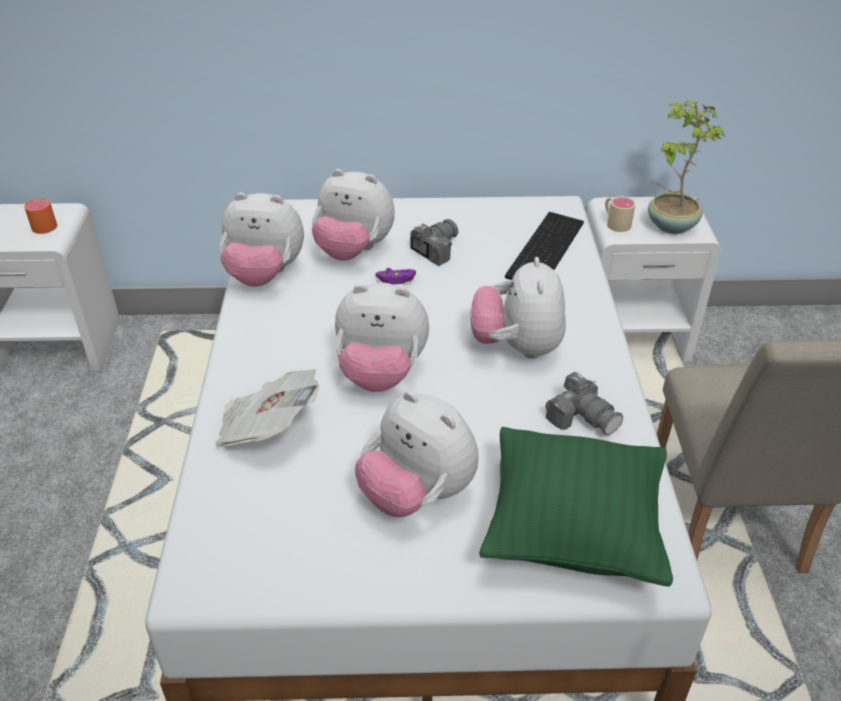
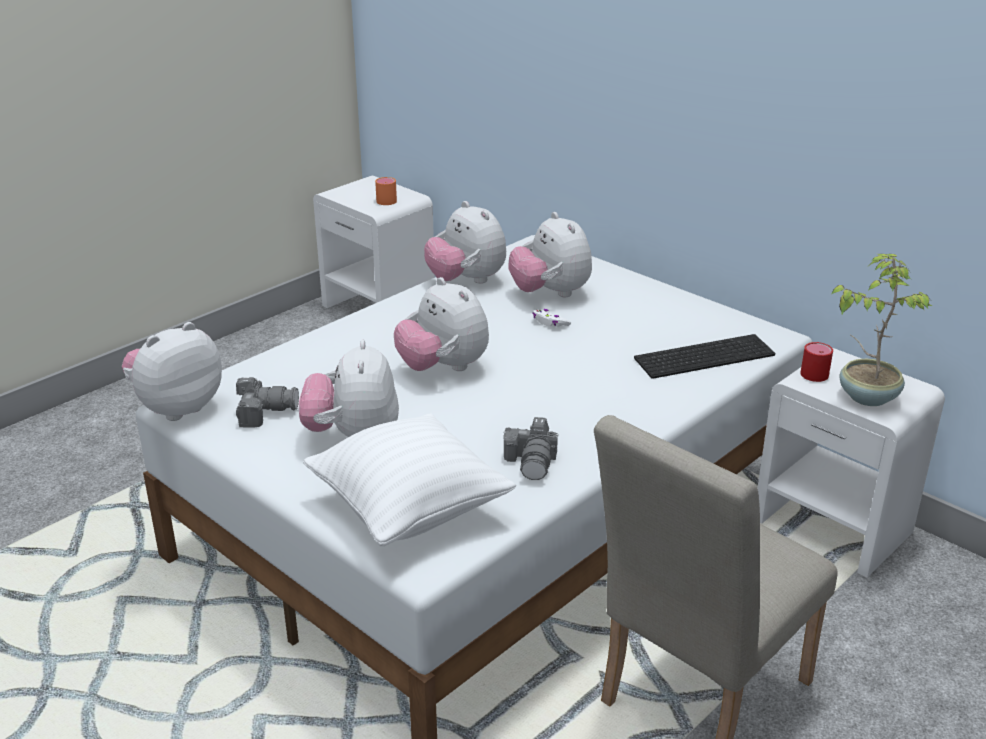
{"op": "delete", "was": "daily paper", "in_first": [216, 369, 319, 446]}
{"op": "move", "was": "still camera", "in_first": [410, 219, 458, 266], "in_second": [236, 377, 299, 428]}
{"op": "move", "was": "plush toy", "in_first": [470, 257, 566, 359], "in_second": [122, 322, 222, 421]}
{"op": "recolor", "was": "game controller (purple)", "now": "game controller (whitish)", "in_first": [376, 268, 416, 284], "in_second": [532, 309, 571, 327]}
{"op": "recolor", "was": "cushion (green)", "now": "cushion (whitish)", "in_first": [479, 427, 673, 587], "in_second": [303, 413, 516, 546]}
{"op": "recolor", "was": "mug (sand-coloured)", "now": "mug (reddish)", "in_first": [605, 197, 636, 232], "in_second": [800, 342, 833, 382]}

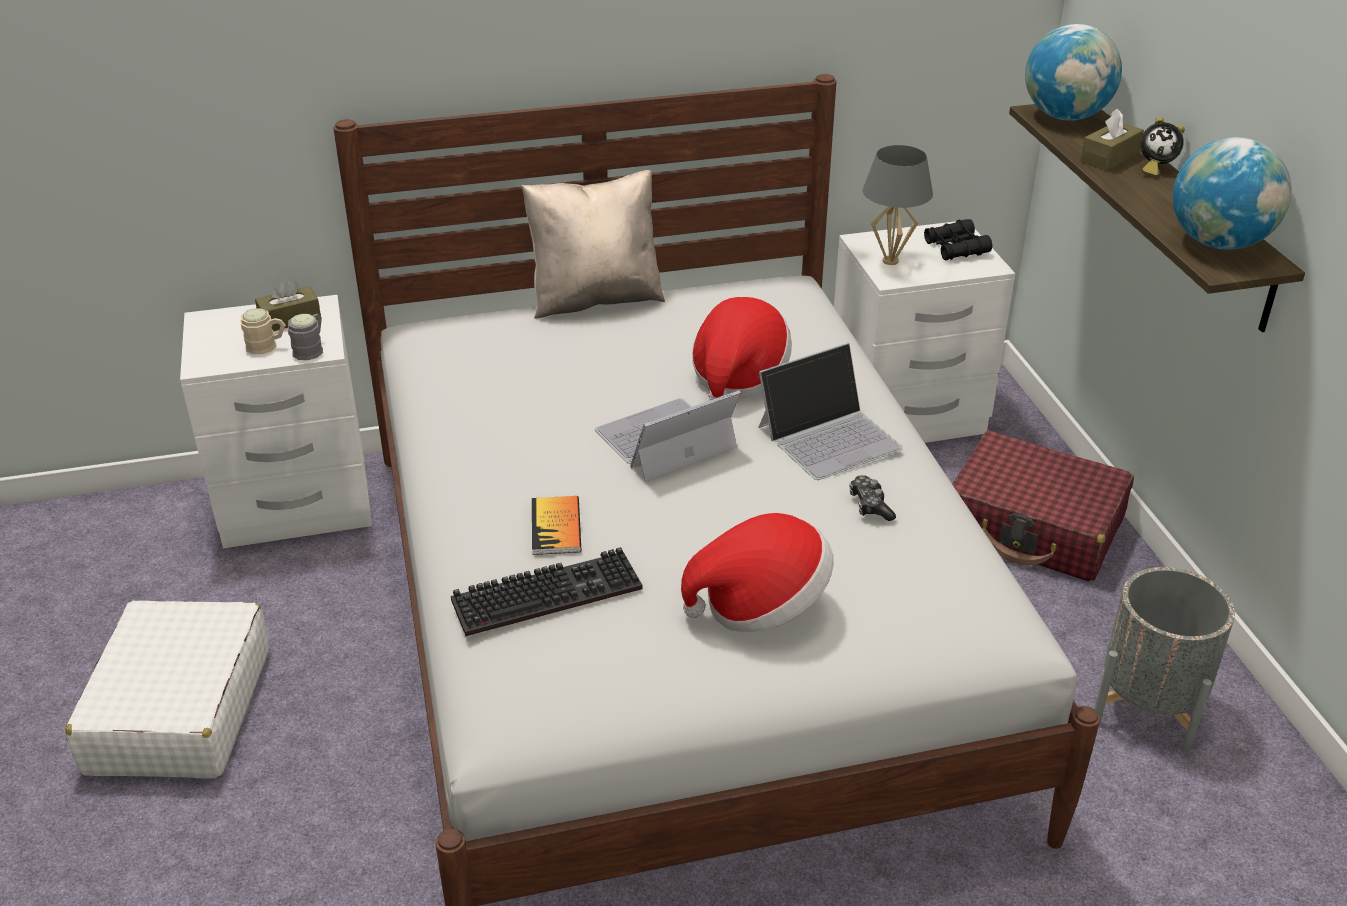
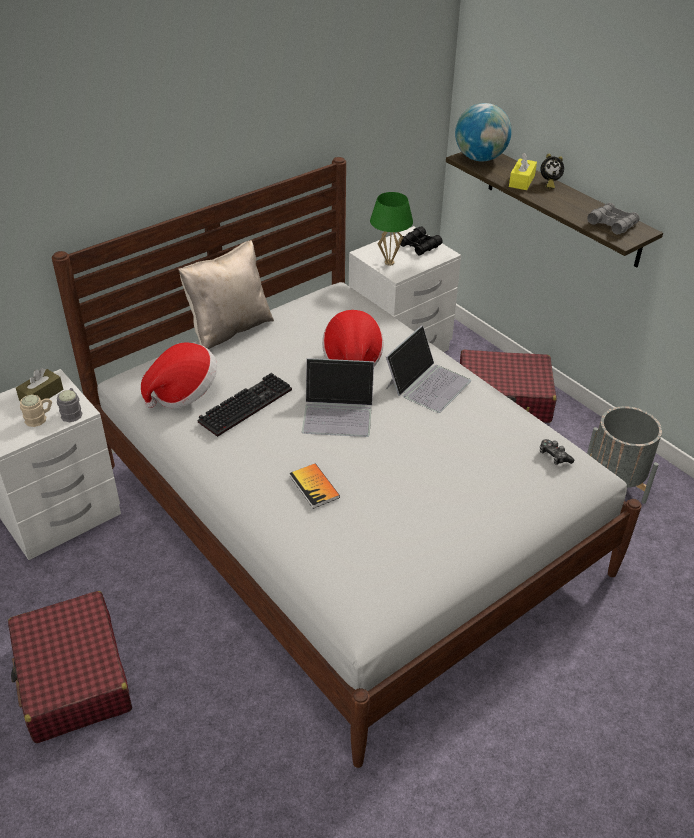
{"op": "move", "was": "keyboard", "in_first": [451, 547, 642, 636], "in_second": [198, 373, 292, 437]}
{"op": "move", "was": "wearable hat", "in_first": [681, 513, 834, 632], "in_second": [141, 342, 217, 409]}
{"op": "move", "was": "game controller", "in_first": [849, 475, 896, 521], "in_second": [540, 439, 574, 465]}
{"op": "replace", "was": "world globe", "now": "binoculars (greyish)", "in_first": [1173, 137, 1292, 250], "in_second": [587, 203, 640, 234]}
{"op": "recolor", "was": "travel case (whitish)", "now": "travel case (reddish)", "in_first": [65, 601, 269, 778], "in_second": [8, 591, 132, 743]}
{"op": "recolor", "was": "lamp for a table (greyish)", "now": "lamp for a table (green)", "in_first": [863, 145, 933, 265], "in_second": [370, 192, 413, 266]}
{"op": "recolor", "was": "tissue holder (brown-coloured)", "now": "tissue holder (yellow)", "in_first": [1080, 108, 1144, 171], "in_second": [509, 152, 537, 190]}
{"op": "rotate", "was": "notebook computer", "in_first": [595, 390, 741, 482], "in_second": [302, 358, 374, 437], "clockwise": -120}

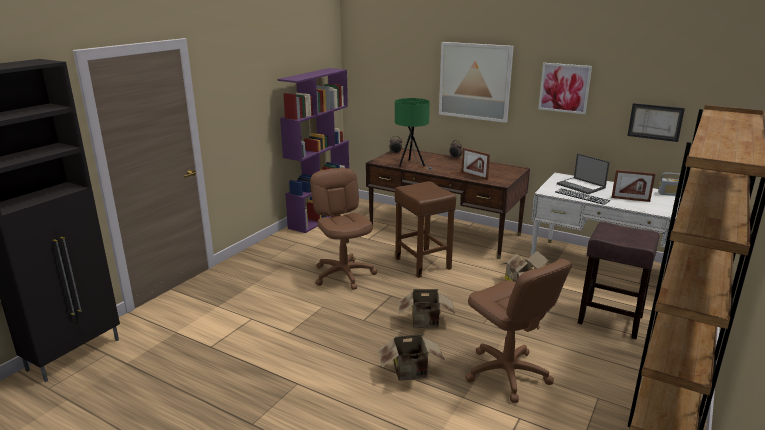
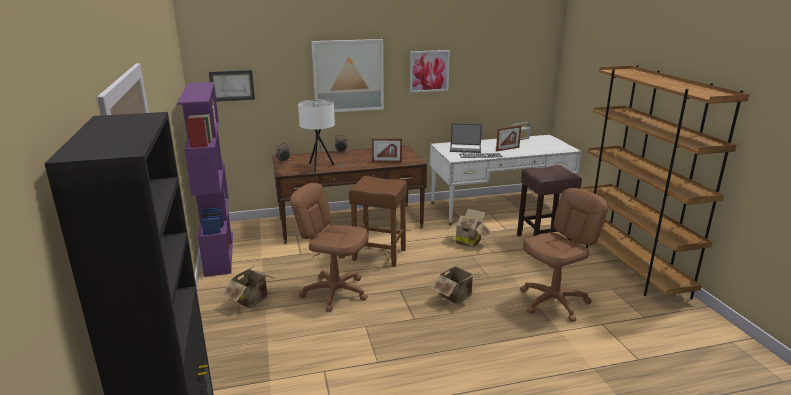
{"op": "move", "was": "carton", "in_first": [378, 334, 445, 381], "in_second": [222, 265, 276, 308]}
{"op": "move", "was": "wall art", "in_first": [627, 103, 685, 142], "in_second": [209, 70, 255, 102]}
{"op": "recolor", "was": "lamp for a table (green)", "now": "lamp for a table (whitish)", "in_first": [395, 98, 433, 170], "in_second": [298, 100, 345, 172]}
{"op": "rotate", "was": "computer chair (brown-coloured)", "in_first": [465, 259, 572, 403], "in_second": [520, 188, 609, 322], "clockwise": -45}

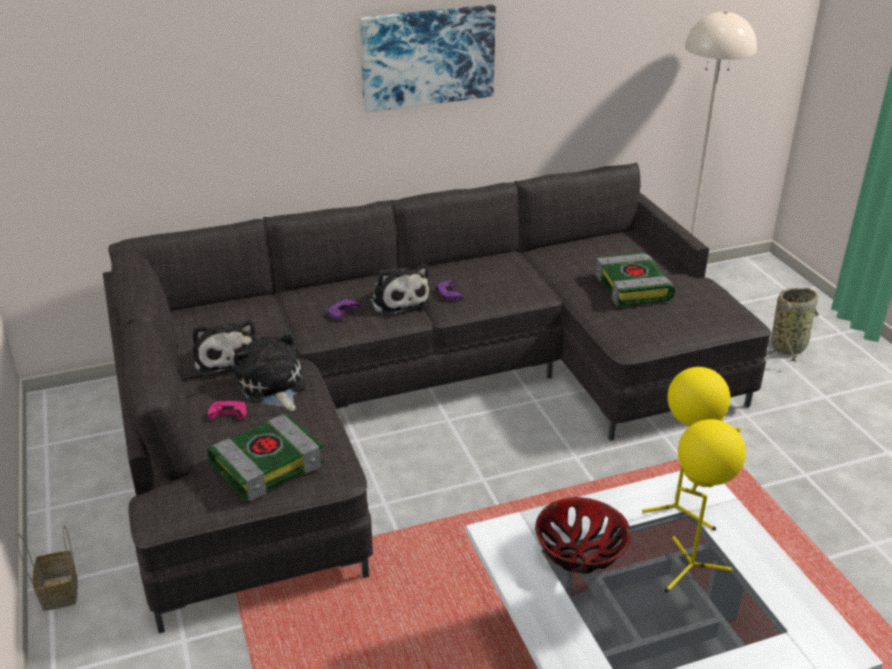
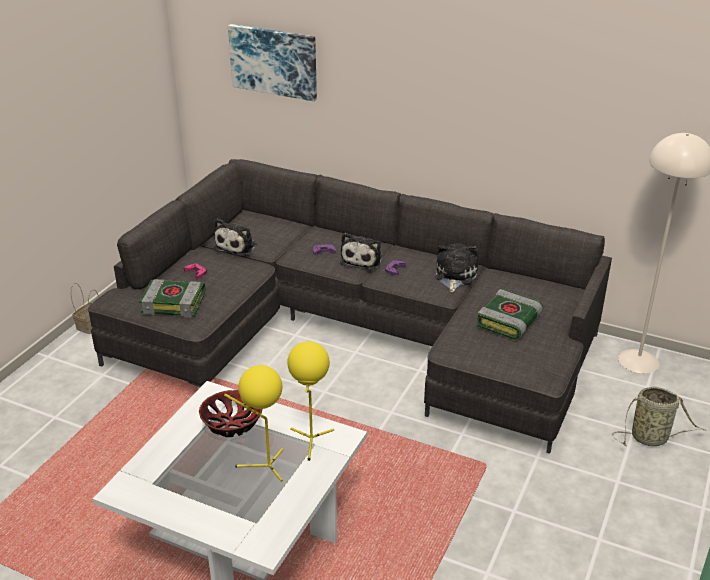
{"op": "move", "was": "plush toy", "in_first": [234, 331, 306, 411], "in_second": [436, 243, 478, 292]}
{"op": "move", "was": "wall art", "in_first": [359, 5, 496, 112], "in_second": [228, 24, 317, 101]}

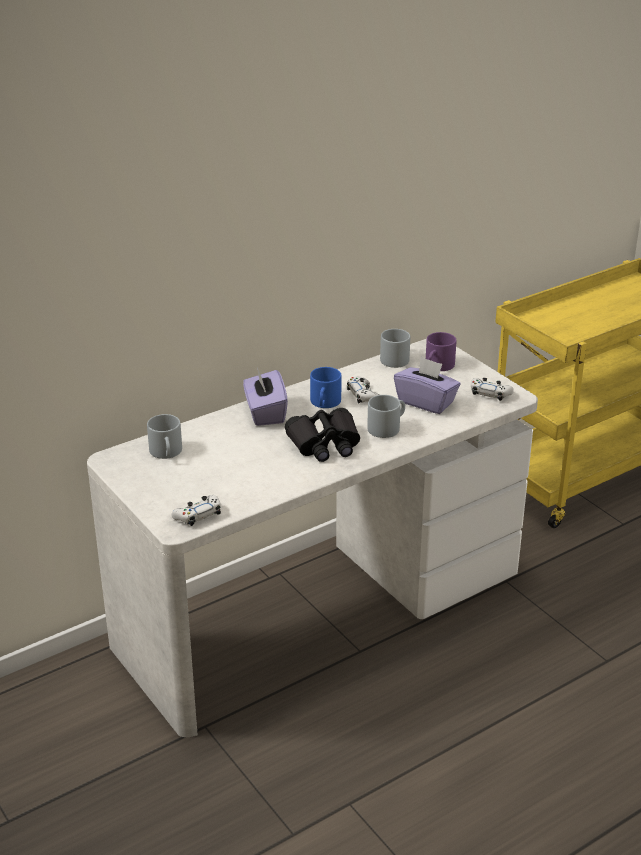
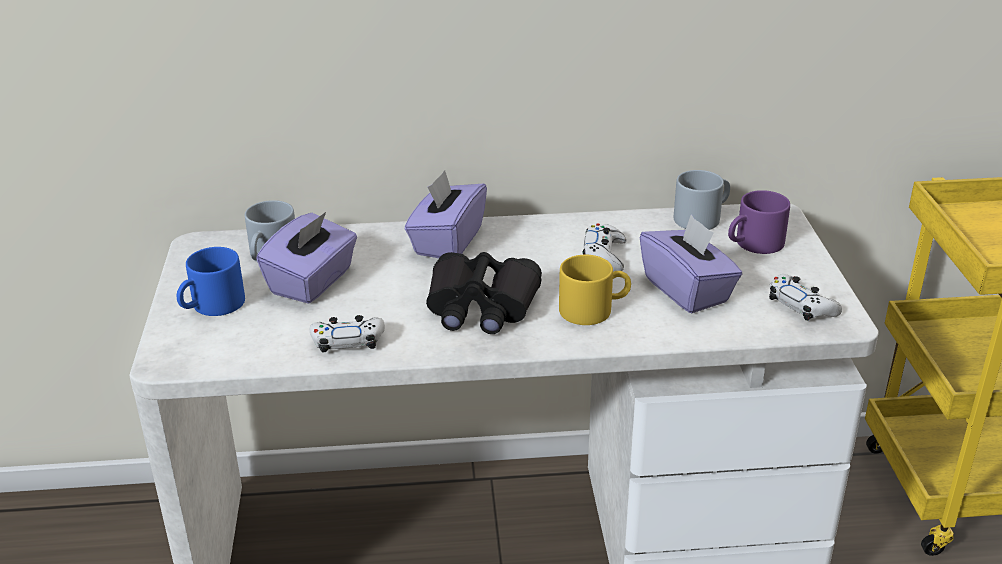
{"op": "insert", "now": "tissue holder (purple)", "in_second": [256, 212, 357, 304]}
{"op": "move", "was": "game controller (whitish)", "in_first": [171, 495, 221, 526], "in_second": [310, 315, 385, 353]}
{"op": "move", "was": "mug (blue)", "in_first": [310, 367, 342, 408], "in_second": [177, 247, 245, 316]}
{"op": "recolor", "was": "mug (greyish)", "now": "mug (yellow)", "in_first": [367, 395, 405, 438], "in_second": [559, 255, 631, 325]}

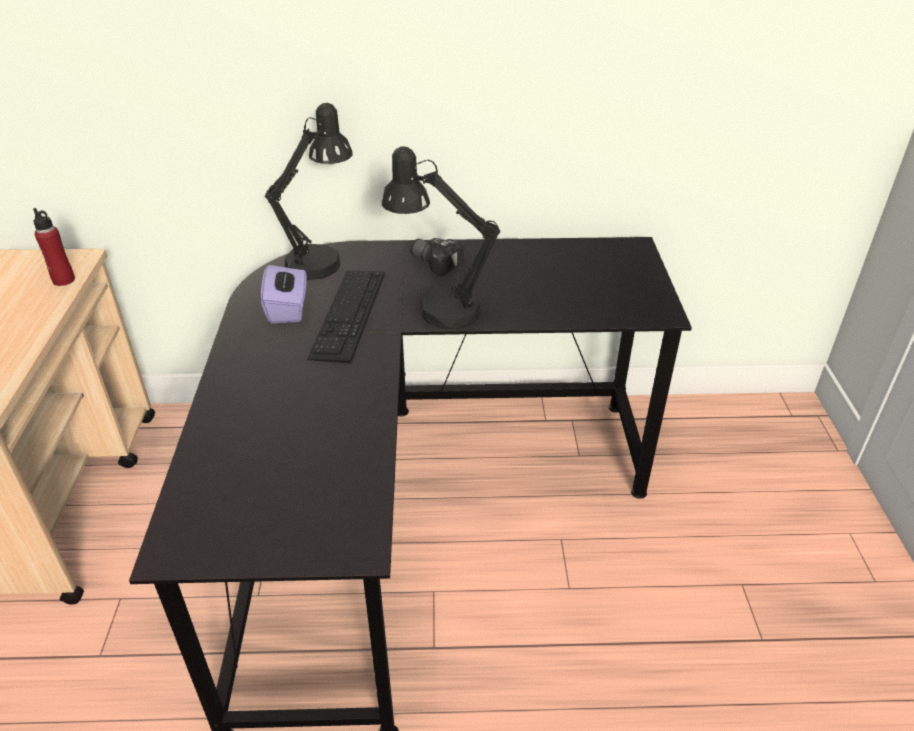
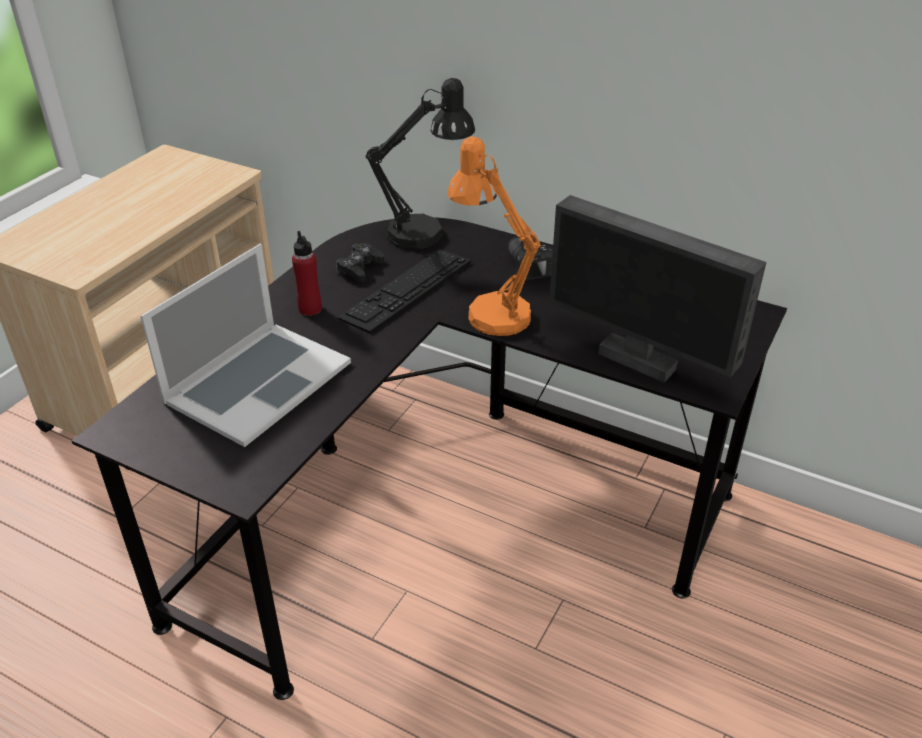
{"op": "insert", "now": "notebook computer", "in_second": [141, 244, 351, 447]}
{"op": "insert", "now": "computer display", "in_second": [549, 195, 766, 382]}
{"op": "move", "was": "beverage bottle (reddish)", "in_first": [33, 208, 75, 286], "in_second": [292, 231, 322, 316]}
{"op": "replace", "was": "tissue holder (purple)", "now": "game controller (black)", "in_first": [261, 262, 307, 323], "in_second": [336, 243, 384, 283]}
{"op": "recolor", "was": "lamp for a table (black)", "now": "lamp for a table (orange-coloured)", "in_first": [382, 147, 500, 329], "in_second": [447, 136, 541, 336]}

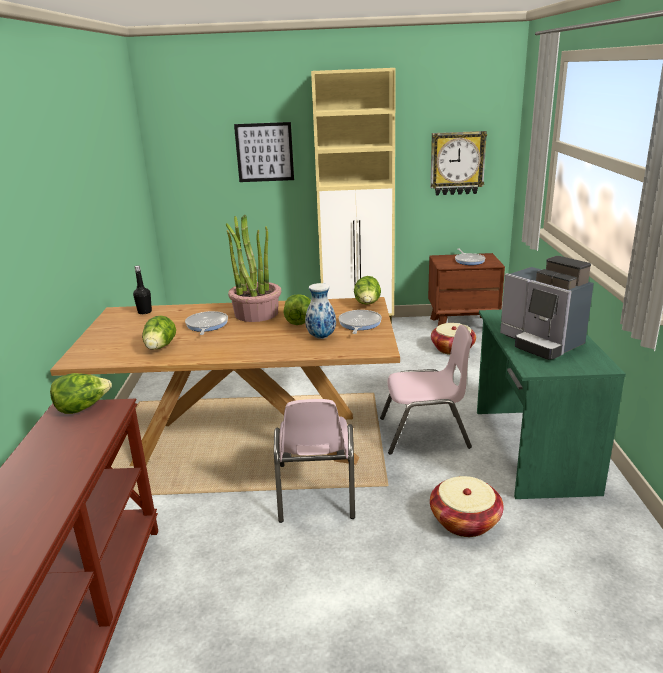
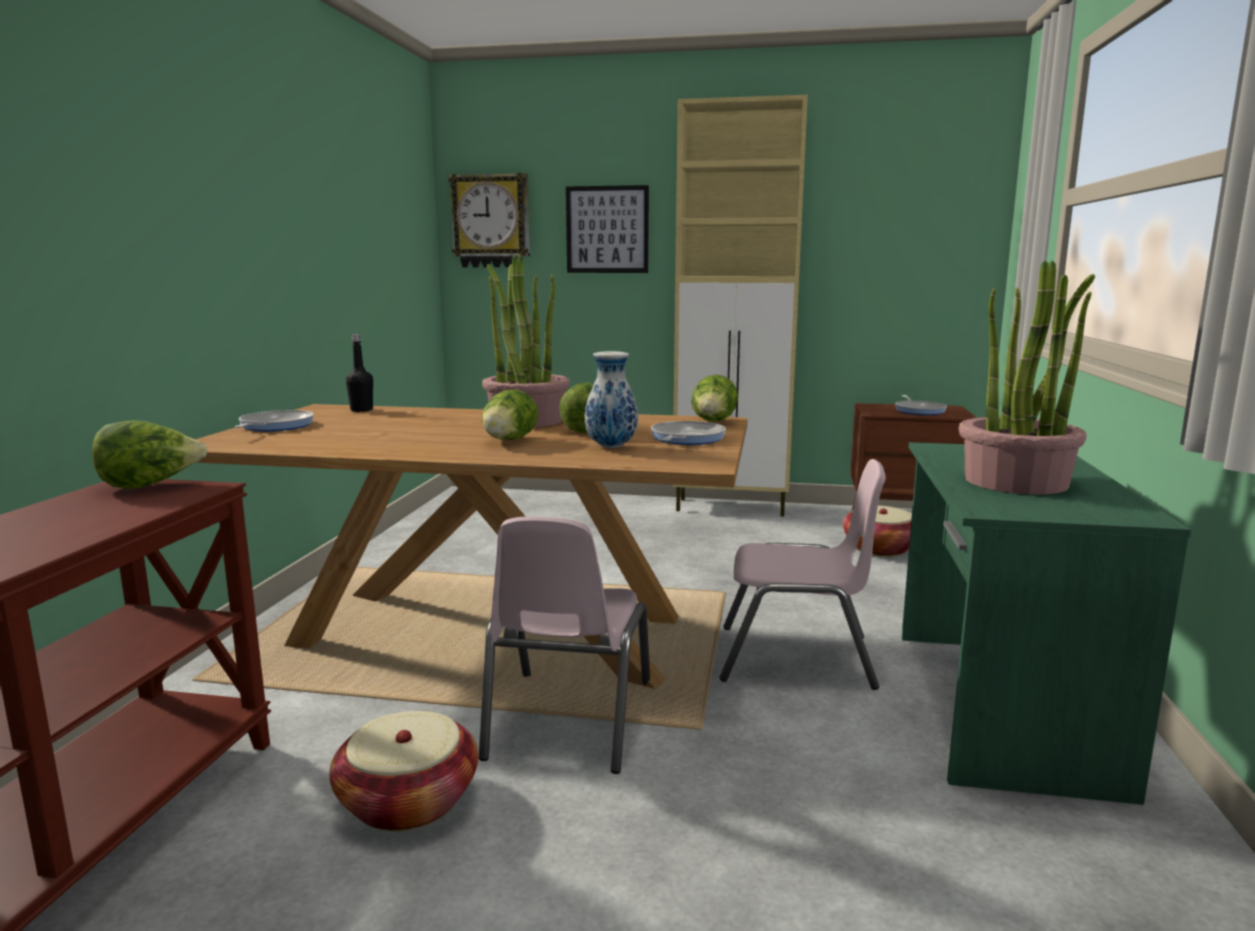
{"op": "move", "was": "lettuce", "in_first": [142, 315, 176, 350], "in_second": [482, 389, 538, 440]}
{"op": "move", "was": "frying pan", "in_first": [185, 311, 228, 335], "in_second": [235, 410, 314, 431]}
{"op": "move", "was": "wall clock", "in_first": [430, 131, 487, 195], "in_second": [448, 173, 530, 267]}
{"op": "move", "was": "basket", "in_first": [430, 476, 504, 537], "in_second": [329, 711, 478, 831]}
{"op": "replace", "was": "coffee maker", "now": "houseplant", "in_first": [500, 256, 594, 360], "in_second": [959, 261, 1095, 494]}

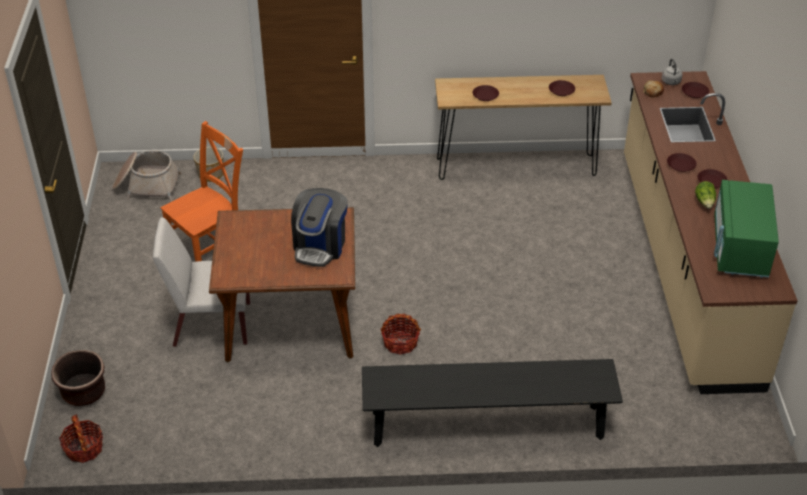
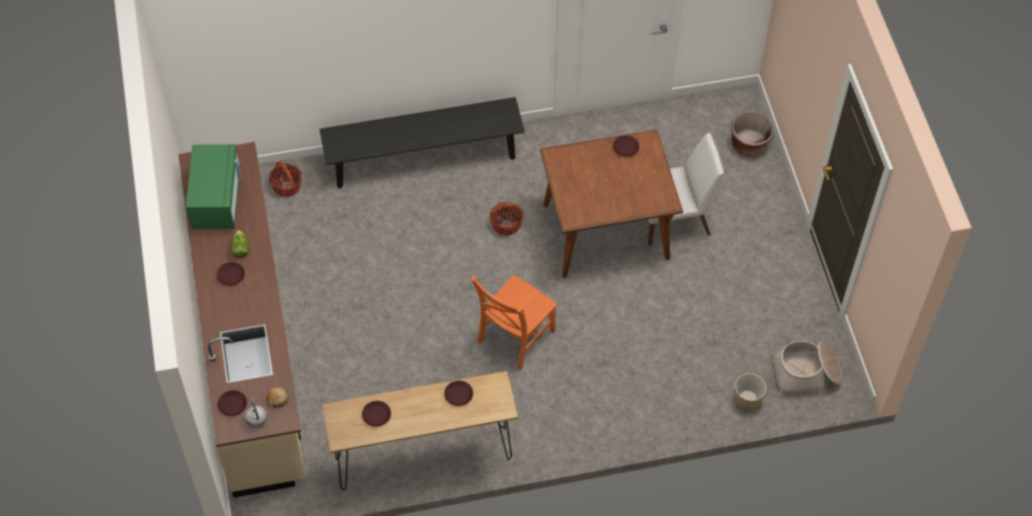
{"op": "delete", "was": "coffee maker", "in_first": [291, 188, 348, 267]}
{"op": "move", "was": "basket", "in_first": [59, 414, 103, 463], "in_second": [269, 161, 302, 197]}
{"op": "move", "was": "chair (orange-coloured)", "in_first": [160, 121, 243, 262], "in_second": [470, 275, 557, 371]}
{"op": "move", "was": "dinner plate (brown-coloured)", "in_first": [667, 153, 697, 172], "in_second": [613, 136, 639, 157]}

